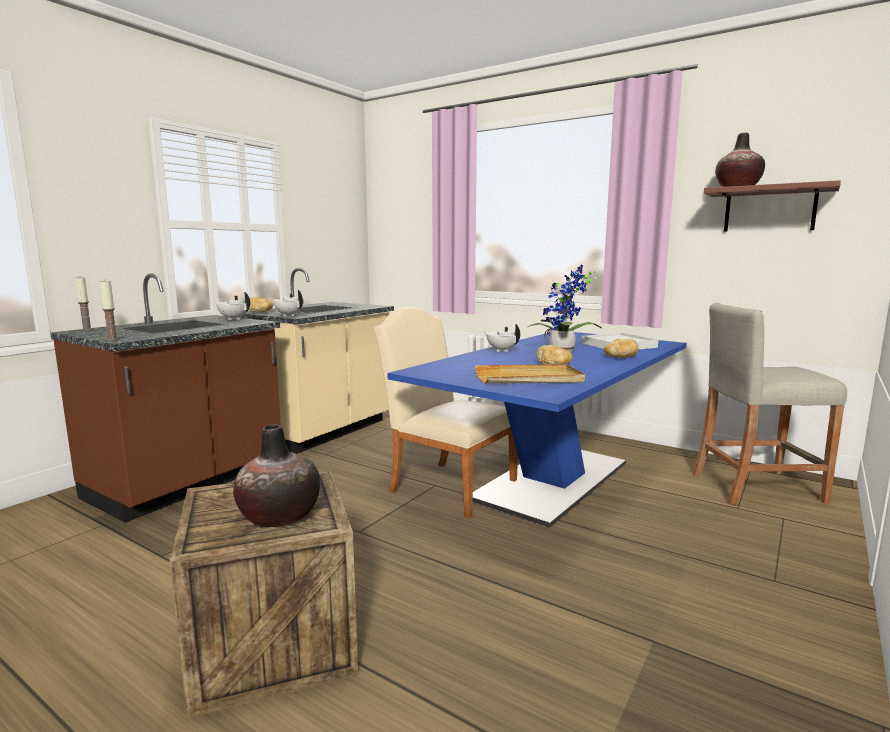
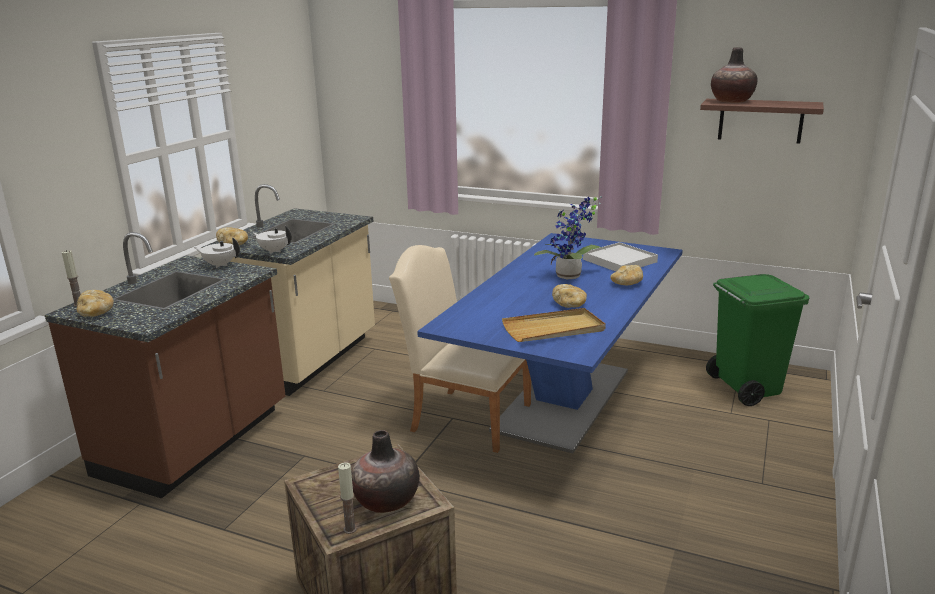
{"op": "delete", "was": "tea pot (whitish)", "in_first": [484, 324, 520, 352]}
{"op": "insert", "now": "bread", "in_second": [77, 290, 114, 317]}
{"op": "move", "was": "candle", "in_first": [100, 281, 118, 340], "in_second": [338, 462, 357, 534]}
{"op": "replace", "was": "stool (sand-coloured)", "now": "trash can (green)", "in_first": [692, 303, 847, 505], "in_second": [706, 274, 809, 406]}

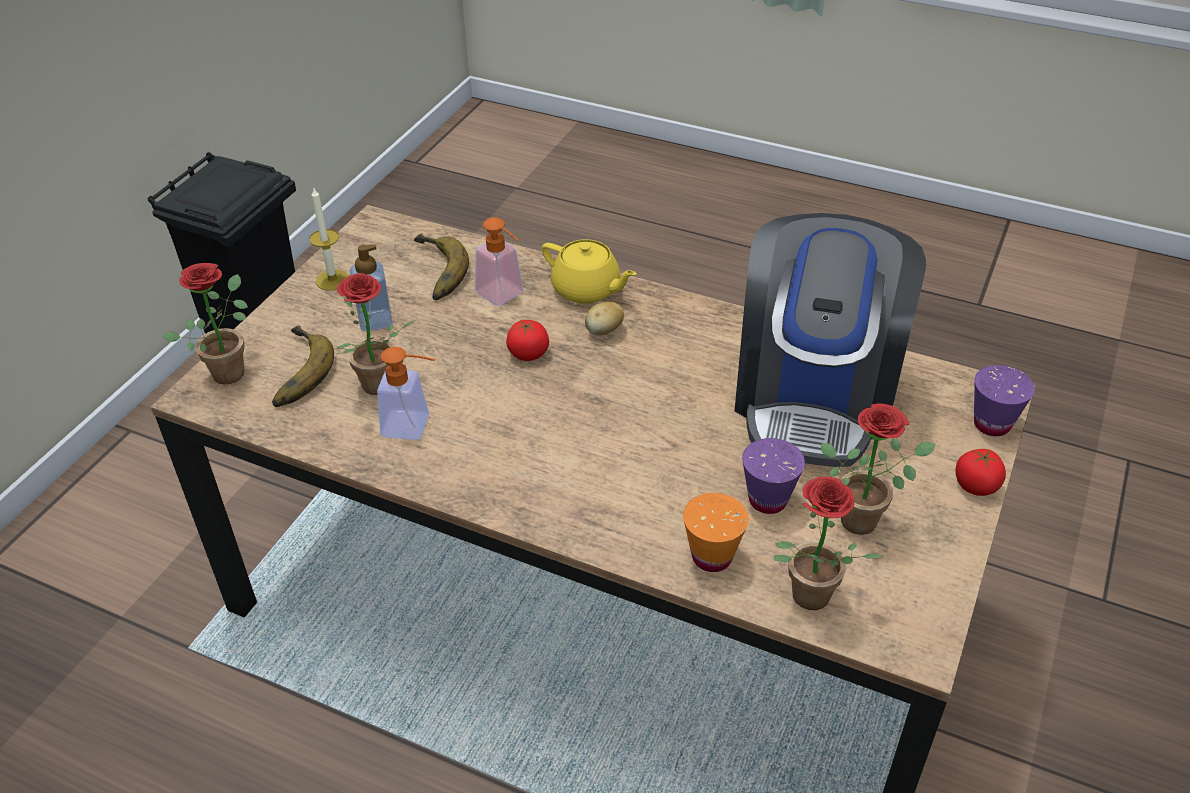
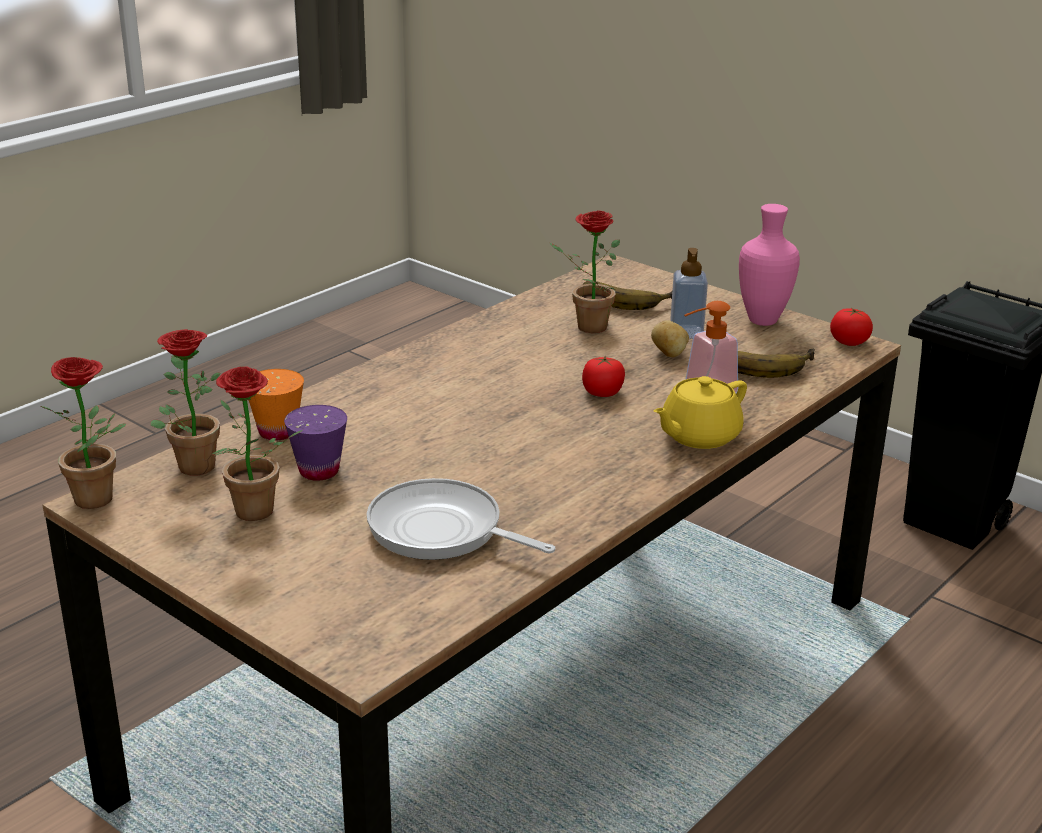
{"op": "delete", "was": "soap bottle", "in_first": [377, 347, 435, 440]}
{"op": "delete", "was": "drinking cup (purple)", "in_first": [974, 365, 1035, 436]}
{"op": "move", "was": "houseplant", "in_first": [162, 263, 248, 385], "in_second": [41, 357, 126, 509]}
{"op": "move", "was": "spud", "in_first": [585, 302, 624, 336], "in_second": [651, 320, 689, 357]}
{"op": "move", "was": "tomato", "in_first": [956, 449, 1006, 496], "in_second": [830, 308, 873, 346]}
{"op": "replace", "was": "candle", "now": "flower vase (pinkish)", "in_first": [309, 188, 349, 291], "in_second": [739, 204, 800, 326]}
{"op": "replace", "was": "coffee maker", "now": "frying pan", "in_first": [734, 213, 926, 467], "in_second": [367, 478, 555, 560]}

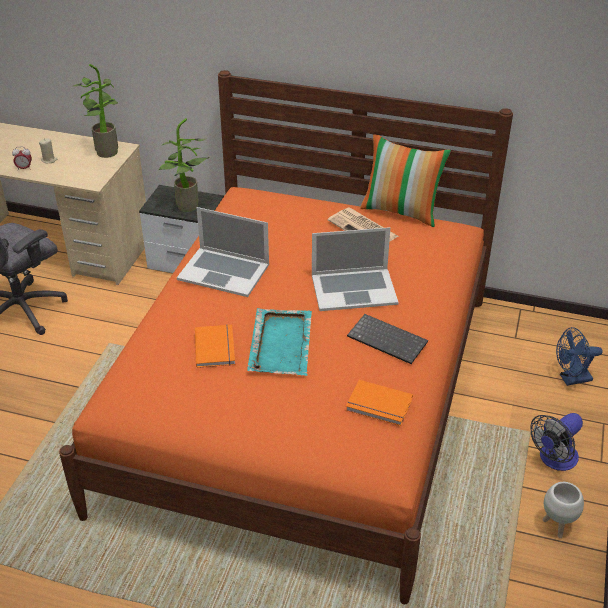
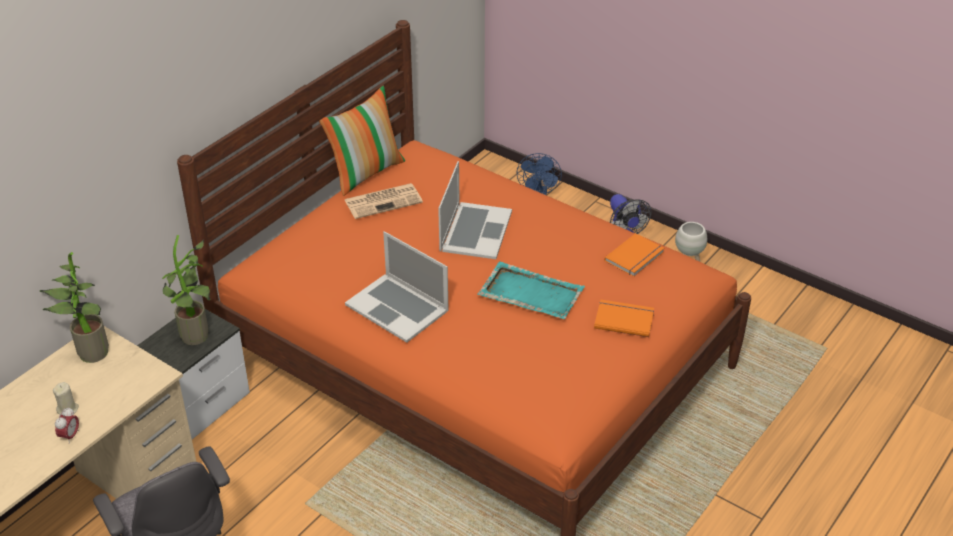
{"op": "delete", "was": "keyboard", "in_first": [347, 314, 428, 364]}
{"op": "move", "was": "volume (orange-coloured)", "in_first": [195, 325, 235, 368], "in_second": [594, 300, 654, 337]}
{"op": "rotate", "was": "notebook computer", "in_first": [177, 207, 269, 297], "in_second": [345, 231, 449, 343], "clockwise": 90}

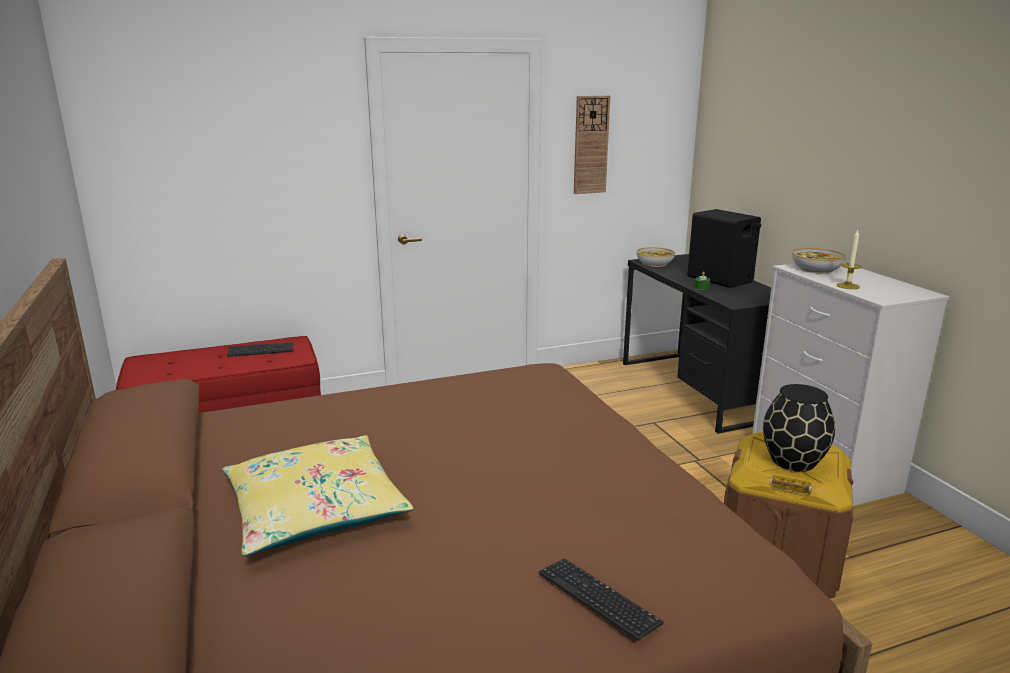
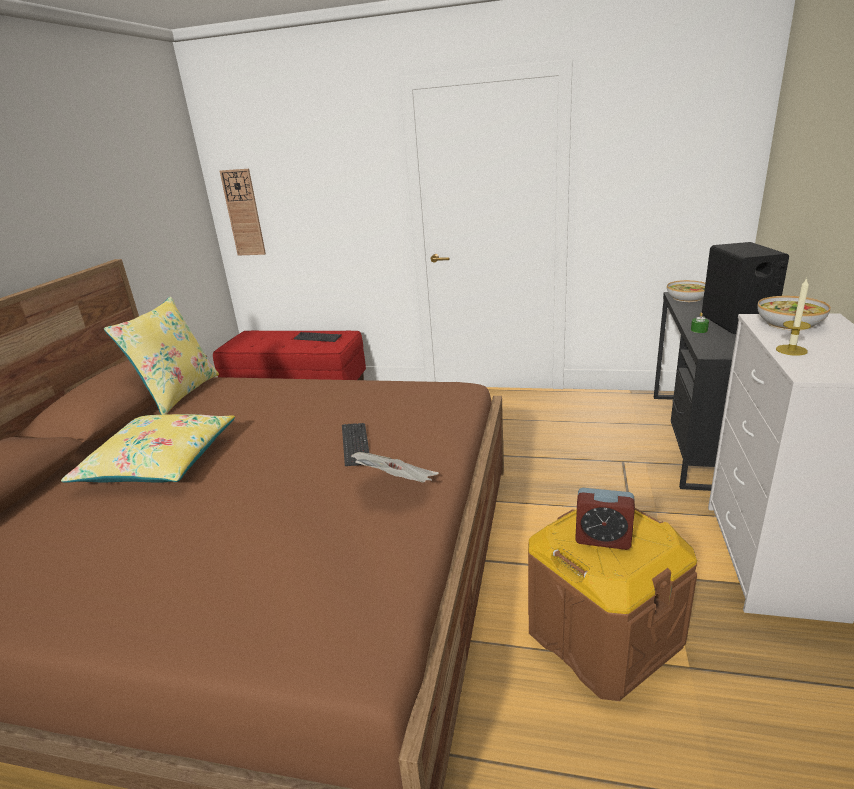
{"op": "insert", "now": "cushion (yellow)", "in_second": [104, 297, 219, 415]}
{"op": "insert", "now": "daily paper", "in_second": [351, 452, 439, 483]}
{"op": "move", "was": "keyboard", "in_first": [539, 558, 664, 641], "in_second": [342, 423, 369, 466]}
{"op": "move", "was": "wall clock", "in_first": [574, 96, 610, 194], "in_second": [220, 169, 266, 255]}
{"op": "replace", "was": "flower vase (black)", "now": "table clock", "in_first": [763, 384, 835, 472], "in_second": [575, 488, 635, 550]}

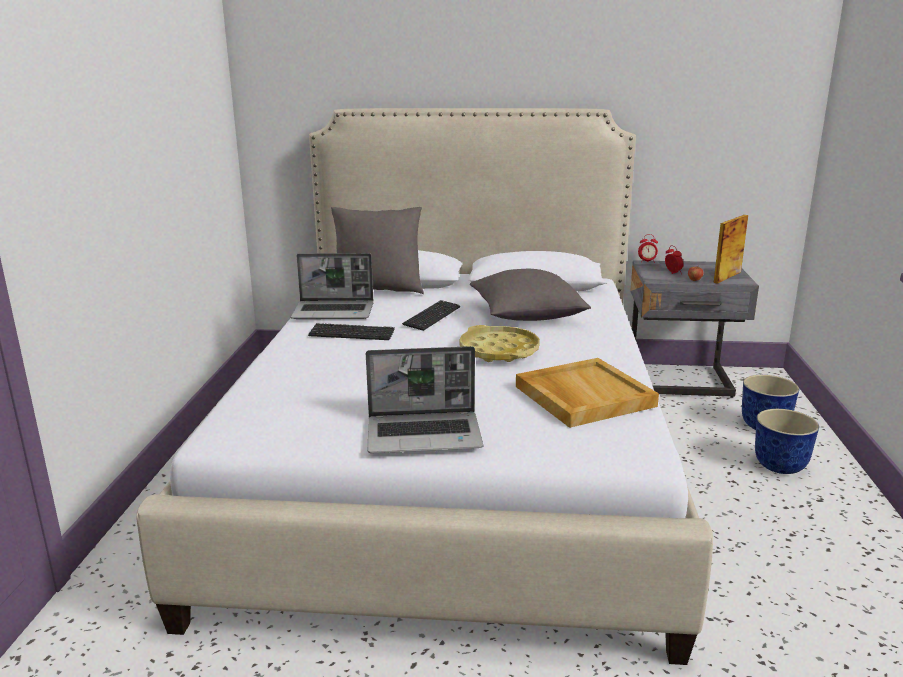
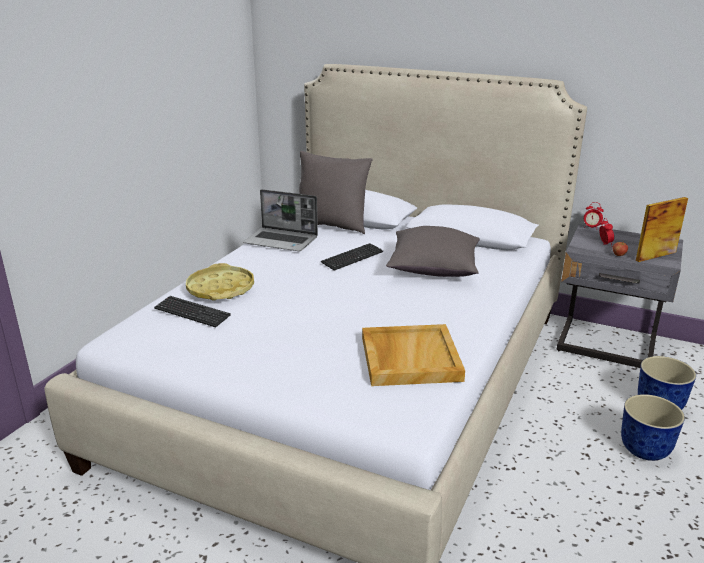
{"op": "delete", "was": "notebook computer", "in_first": [366, 346, 483, 453]}
{"op": "move", "was": "keyboard", "in_first": [308, 323, 395, 340], "in_second": [154, 296, 231, 327]}
{"op": "move", "was": "tray (yellow)", "in_first": [459, 325, 540, 362], "in_second": [186, 263, 254, 301]}

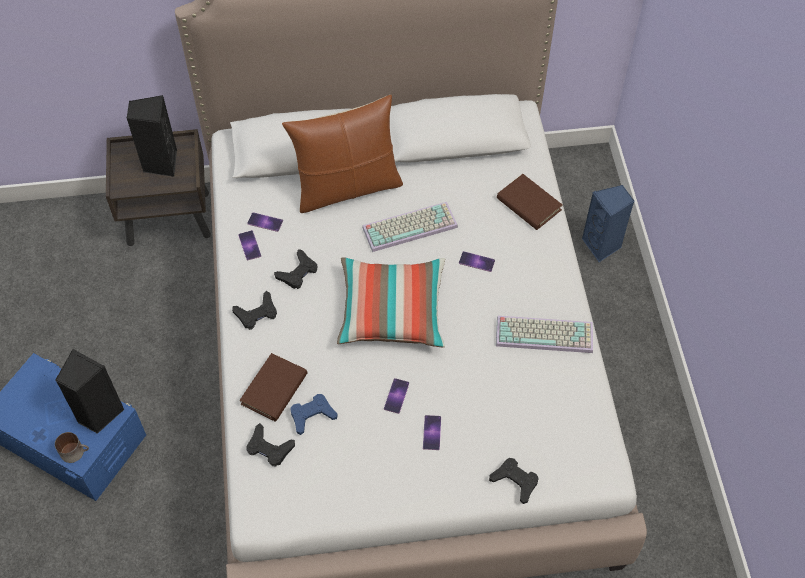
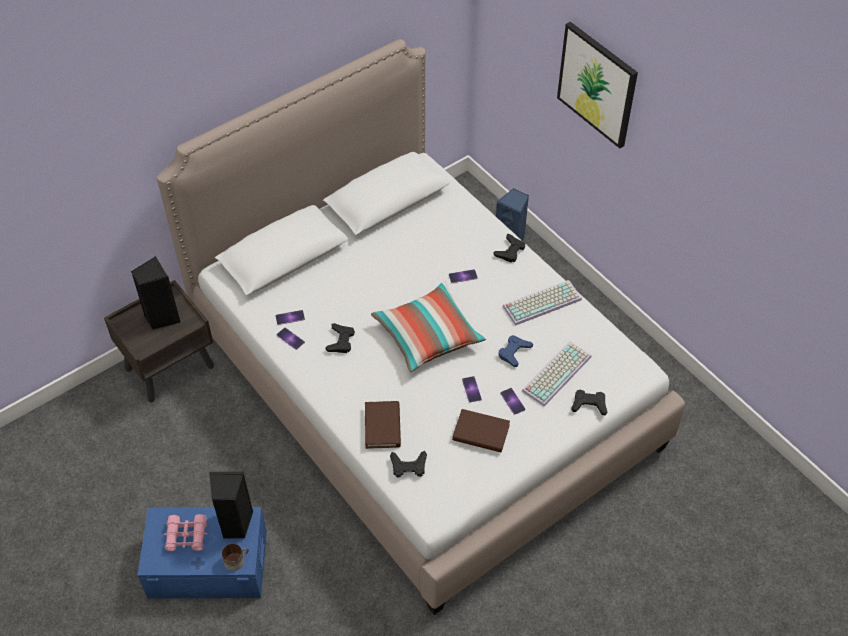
{"op": "delete", "was": "cushion (brown-coloured)", "in_first": [282, 95, 403, 213]}
{"op": "insert", "now": "binoculars (pinkish)", "in_second": [164, 514, 207, 551]}
{"op": "insert", "now": "wall art", "in_second": [557, 22, 638, 149]}
{"op": "move", "was": "game controller (black)", "in_first": [232, 291, 277, 330], "in_second": [494, 234, 525, 263]}
{"op": "move", "was": "game controller (blue)", "in_first": [291, 394, 338, 435], "in_second": [499, 335, 533, 367]}
{"op": "move", "was": "keyboard", "in_first": [362, 202, 458, 252], "in_second": [522, 341, 591, 406]}
{"op": "move", "was": "volume (brown-coloured)", "in_first": [497, 174, 563, 230], "in_second": [452, 409, 510, 452]}

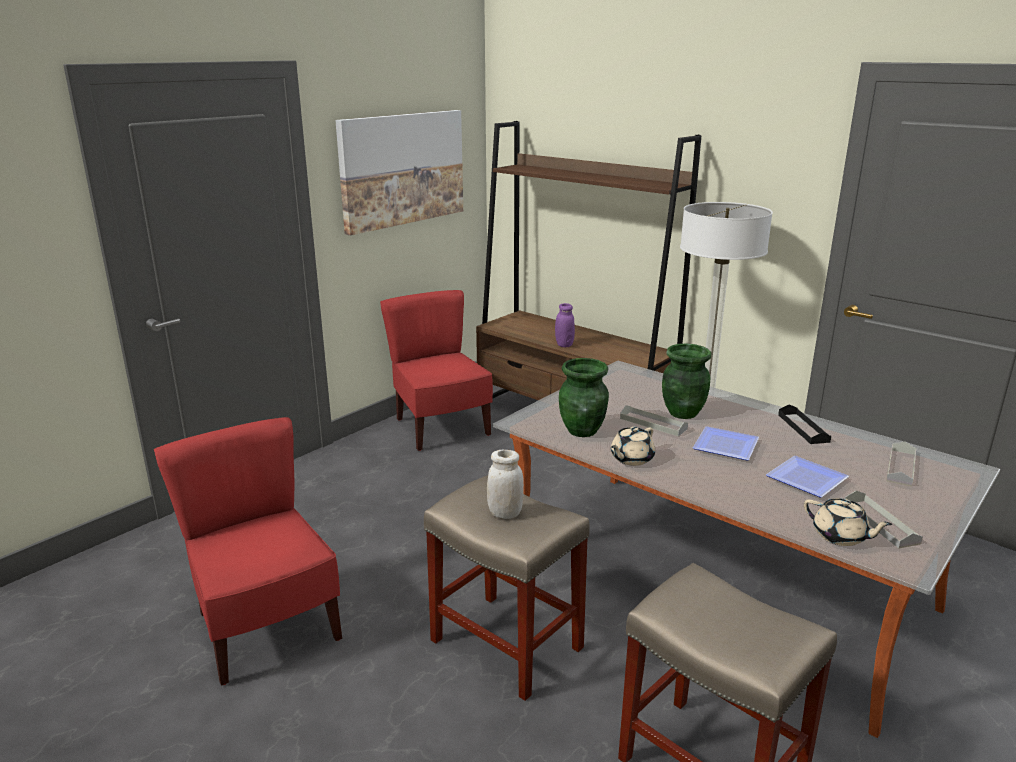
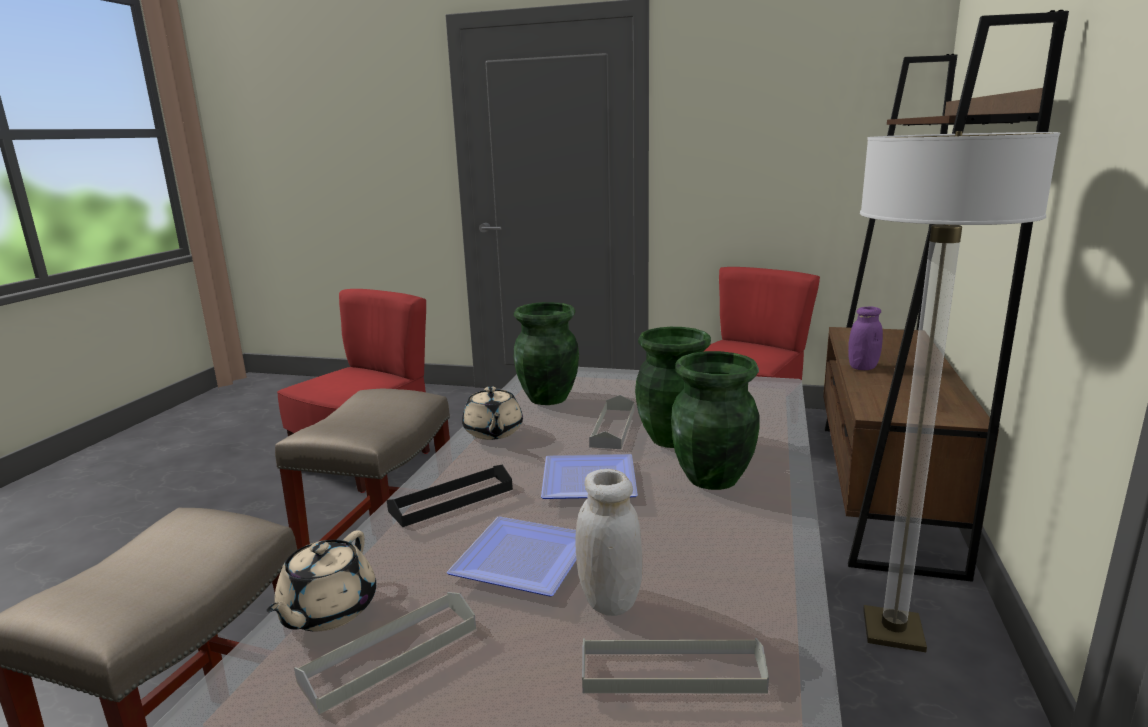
{"op": "delete", "was": "wall art", "in_first": [335, 110, 463, 235]}
{"op": "insert", "now": "flower vase (green)", "in_second": [671, 351, 760, 490]}
{"op": "move", "was": "jar (whitish)", "in_first": [487, 450, 524, 519], "in_second": [576, 469, 643, 616]}
{"op": "move", "was": "tray (black)", "in_first": [778, 405, 831, 444], "in_second": [387, 465, 513, 527]}
{"op": "rotate", "was": "tea pot (sand-coloured)", "in_first": [611, 427, 655, 466], "in_second": [462, 386, 523, 440], "clockwise": -120}

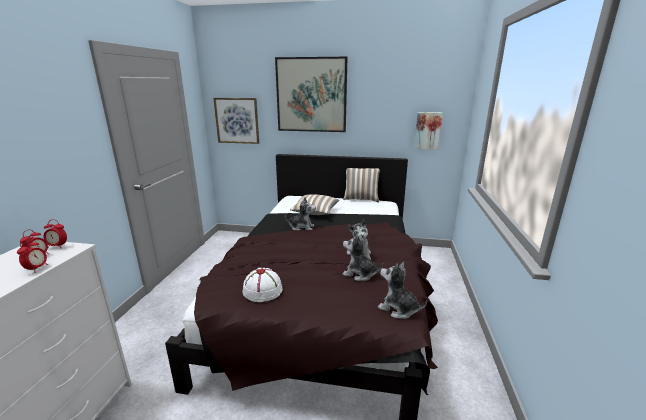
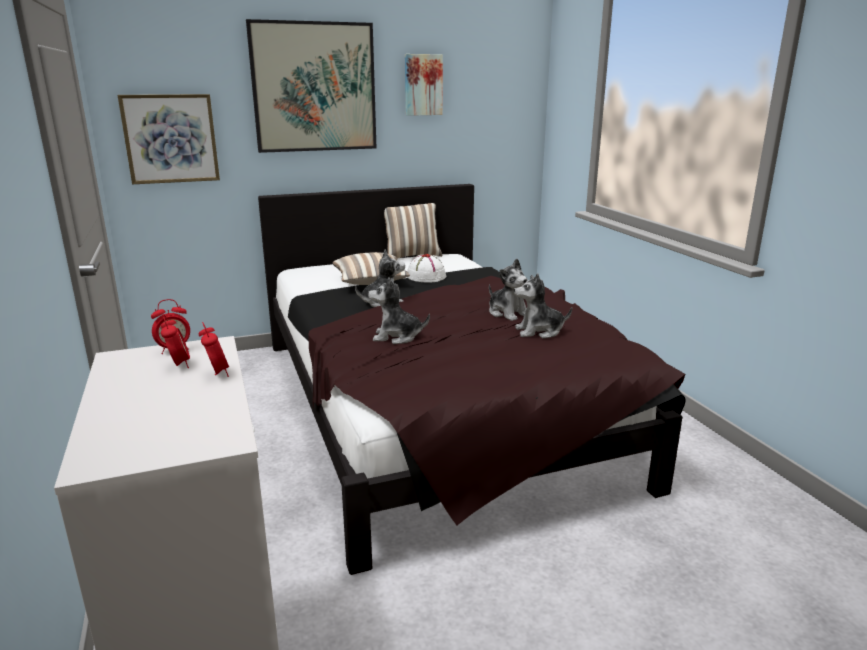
{"op": "move", "was": "wearable hat (whitish)", "in_first": [242, 268, 283, 302], "in_second": [407, 254, 446, 283]}
{"op": "move", "was": "plush toy", "in_first": [378, 262, 427, 319], "in_second": [368, 277, 430, 344]}
{"op": "move", "was": "wall art", "in_first": [414, 112, 443, 149], "in_second": [405, 54, 443, 116]}

